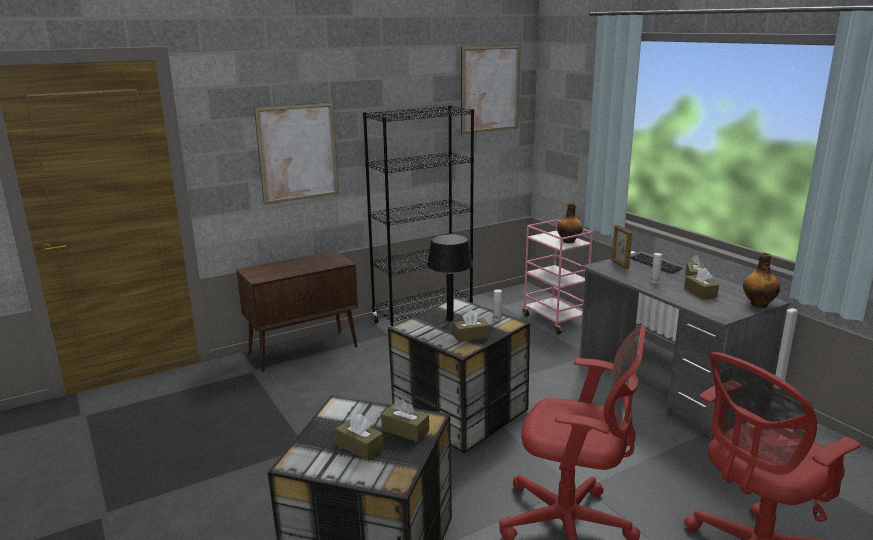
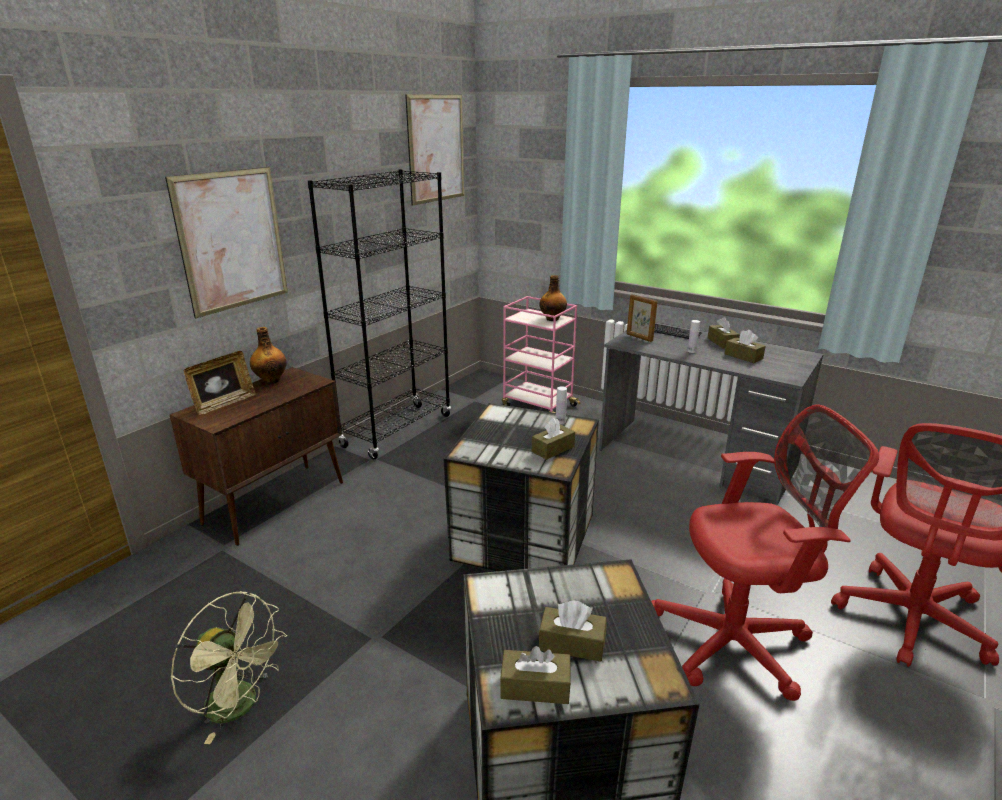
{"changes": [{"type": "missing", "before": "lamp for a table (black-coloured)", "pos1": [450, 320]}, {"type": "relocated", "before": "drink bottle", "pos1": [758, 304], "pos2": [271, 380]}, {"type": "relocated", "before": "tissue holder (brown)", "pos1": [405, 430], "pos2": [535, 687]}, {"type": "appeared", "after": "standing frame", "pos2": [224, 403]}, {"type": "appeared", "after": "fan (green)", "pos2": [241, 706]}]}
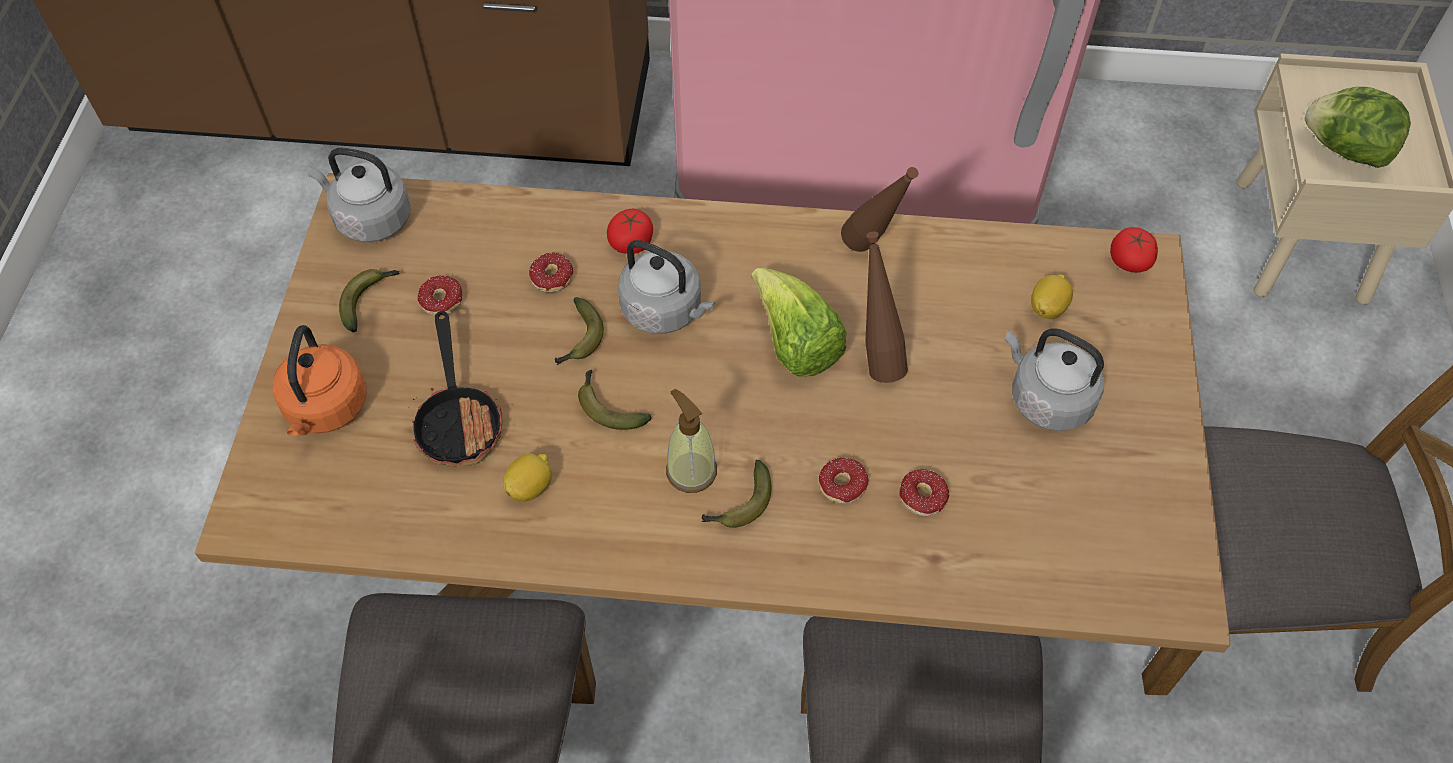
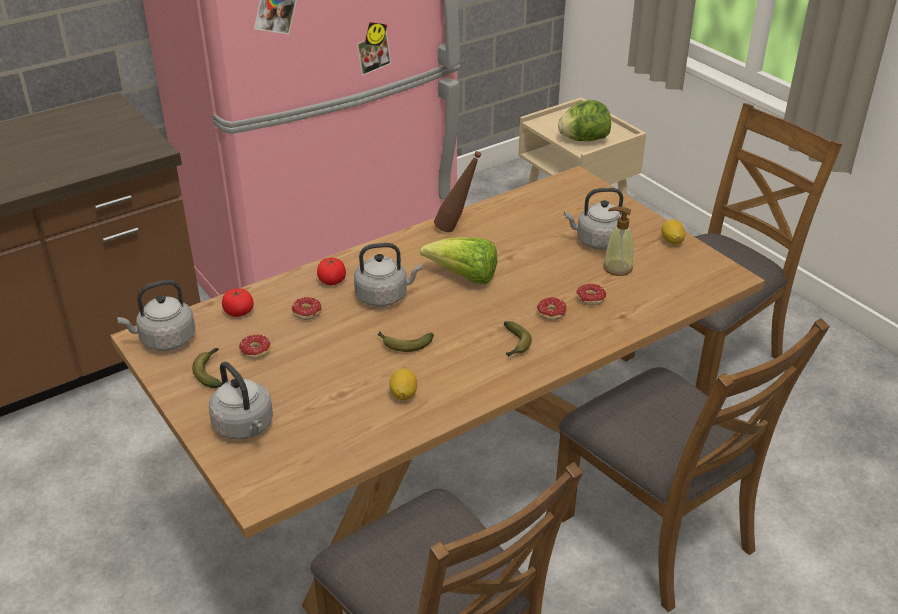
{"changes": [{"type": "relocated", "before": "fresh tomato", "pos1": [1129, 261], "pos2": [238, 311]}, {"type": "missing", "before": "drink bottle (brown)", "pos1": [876, 357]}, {"type": "relocated", "before": "lemon", "pos1": [1047, 307], "pos2": [672, 241]}, {"type": "missing", "before": "banana fruit", "pos1": [579, 340]}, {"type": "missing", "before": "frying pan", "pos1": [459, 420]}, {"type": "colour", "before": "kettle (orange-coloured)", "after": "kettle (greyish)", "pos1": [326, 409], "pos2": [245, 427]}, {"type": "relocated", "before": "soap bottle", "pos1": [691, 471], "pos2": [617, 268]}]}
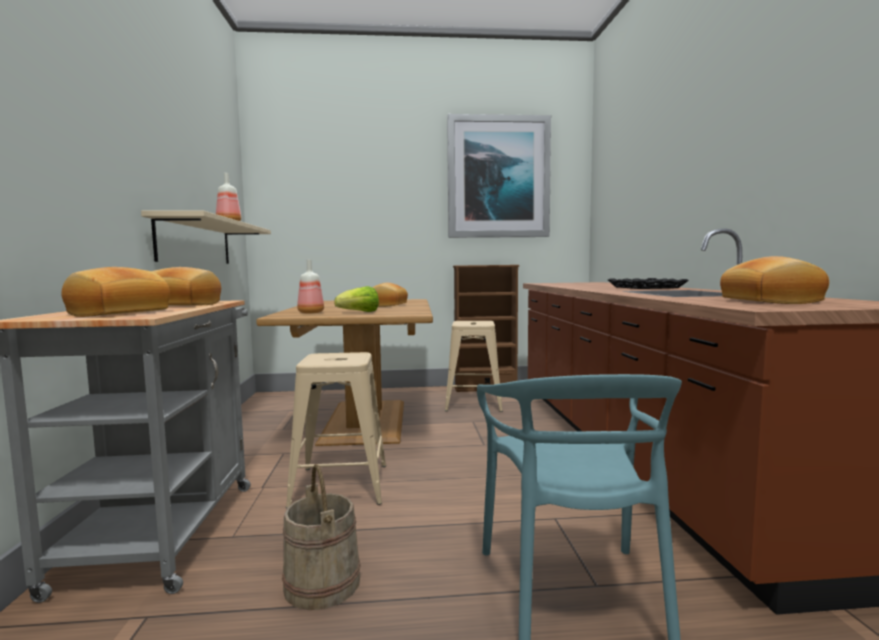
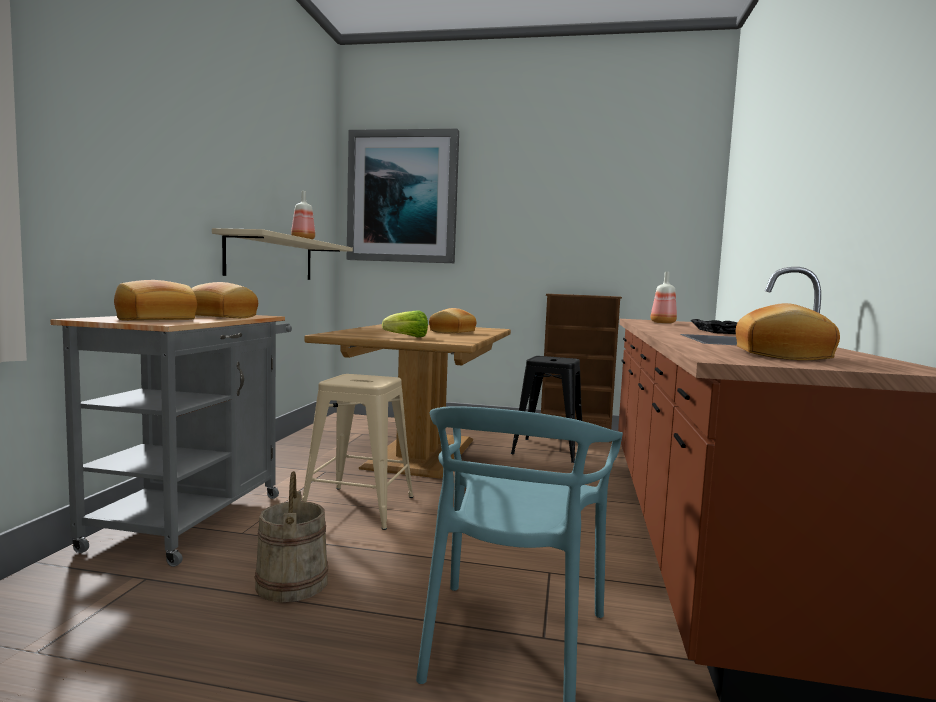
{"changes": [{"type": "relocated", "before": "picture", "pos1": [498, 178], "pos2": [403, 197]}, {"type": "relocated", "before": "drink bottle", "pos1": [311, 313], "pos2": [663, 323]}, {"type": "colour", "before": "sitting stool (beige)", "after": "sitting stool (black-coloured)", "pos1": [473, 403], "pos2": [548, 450]}]}
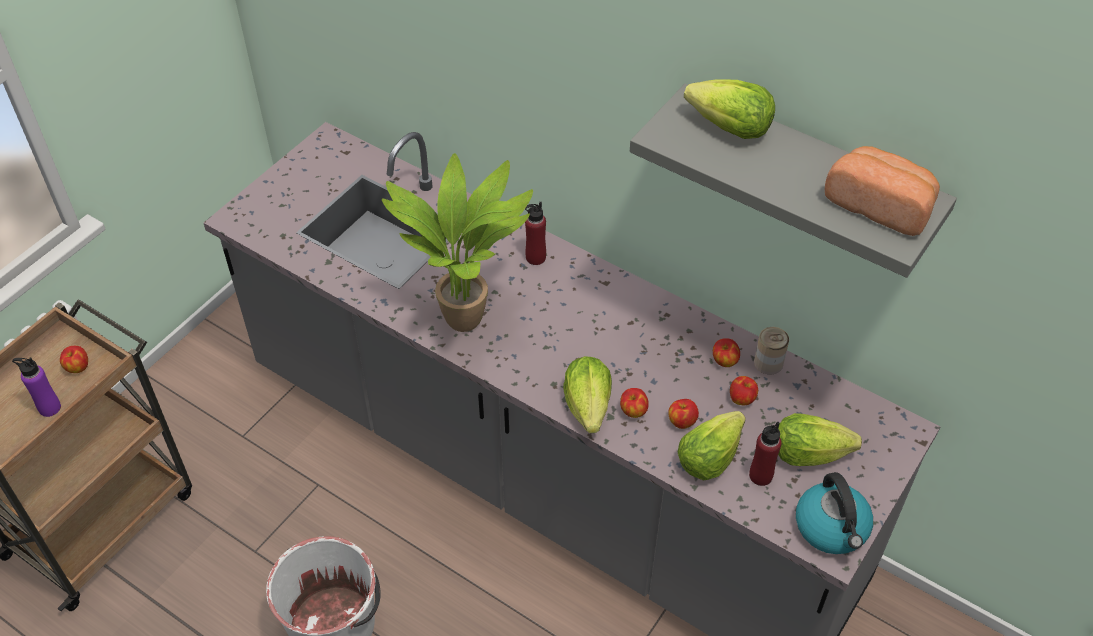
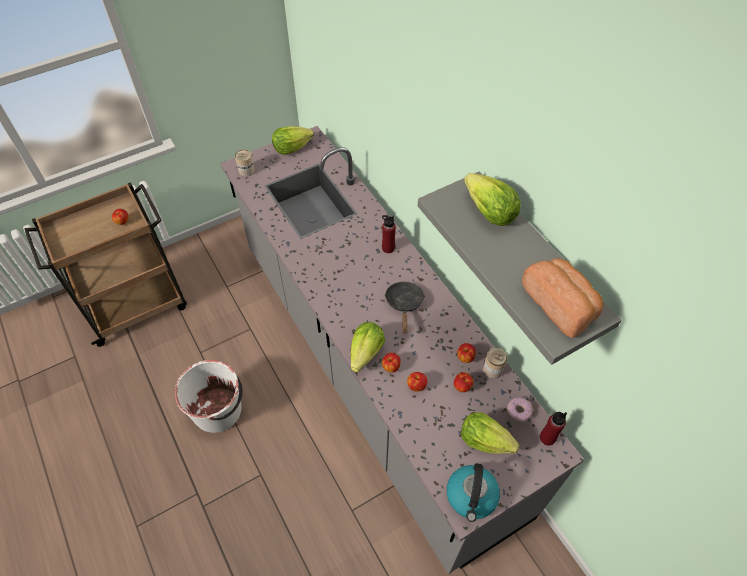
{"changes": [{"type": "missing", "before": "potted plant", "pos1": [468, 317]}, {"type": "missing", "before": "drink bottle (purple-coloured)", "pos1": [49, 408]}, {"type": "relocated", "before": "lettuce", "pos1": [708, 458], "pos2": [291, 148]}, {"type": "relocated", "before": "drink bottle (red)", "pos1": [760, 476], "pos2": [547, 438]}, {"type": "appeared", "after": "sealed can", "pos2": [246, 170]}, {"type": "appeared", "after": "frying pan (black-coloured)", "pos2": [404, 304]}, {"type": "appeared", "after": "doughnut", "pos2": [518, 411]}]}
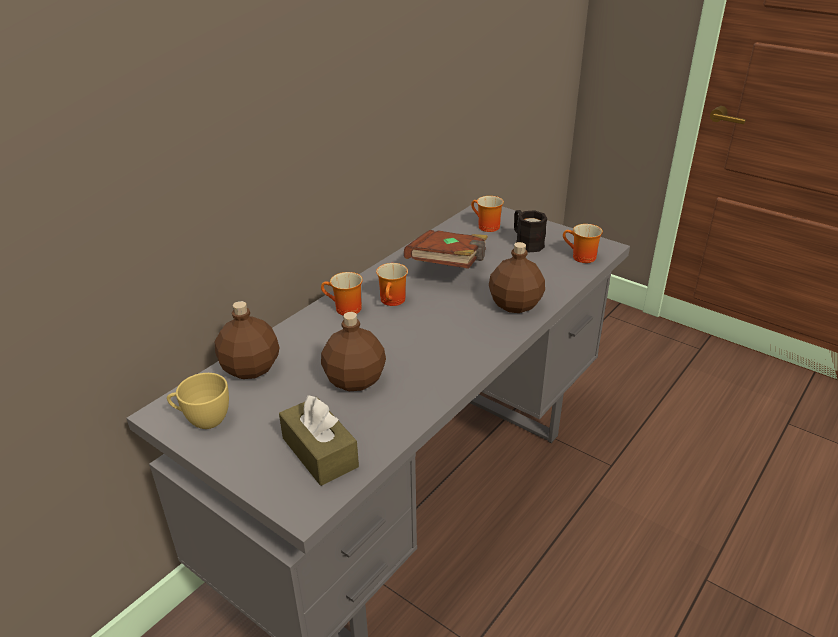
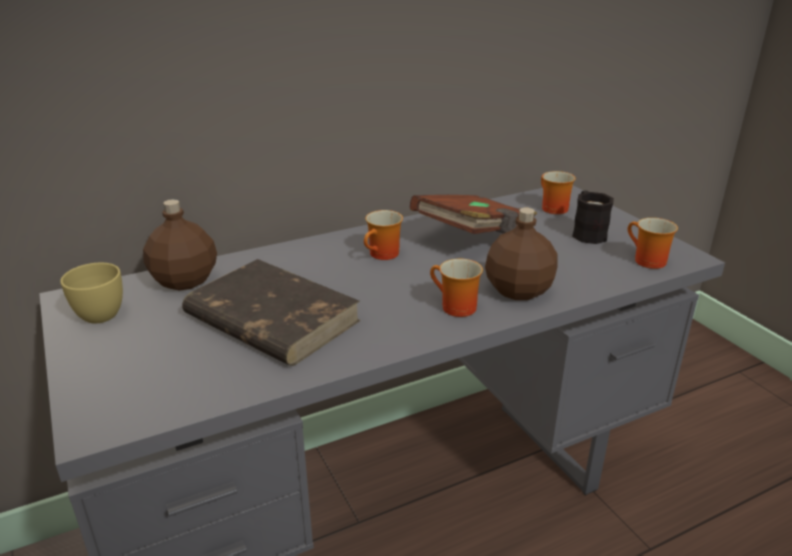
{"changes": [{"type": "relocated", "before": "coffee mug", "pos1": [344, 309], "pos2": [454, 307]}, {"type": "exchanged", "before": "drink bottle (brown)", "after": "volume (brown)", "pos1": [354, 379], "pos2": [270, 318]}, {"type": "missing", "before": "tissue holder (brown)", "pos1": [320, 452]}]}
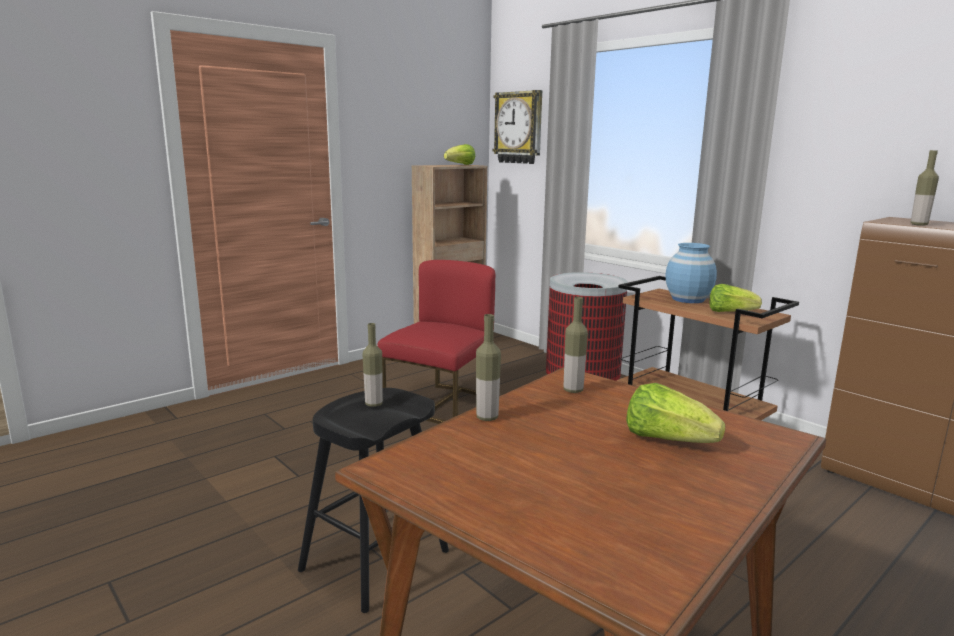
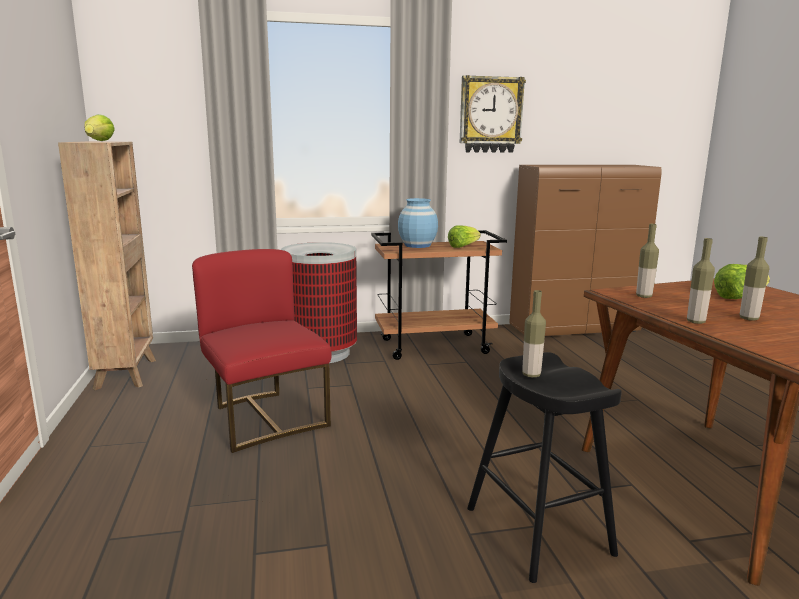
{"changes": [{"type": "relocated", "before": "clock on the wall", "pos1": [519, 127], "pos2": [490, 115]}, {"type": "relocated", "before": "drink bottle", "pos1": [919, 224], "pos2": [748, 318]}]}
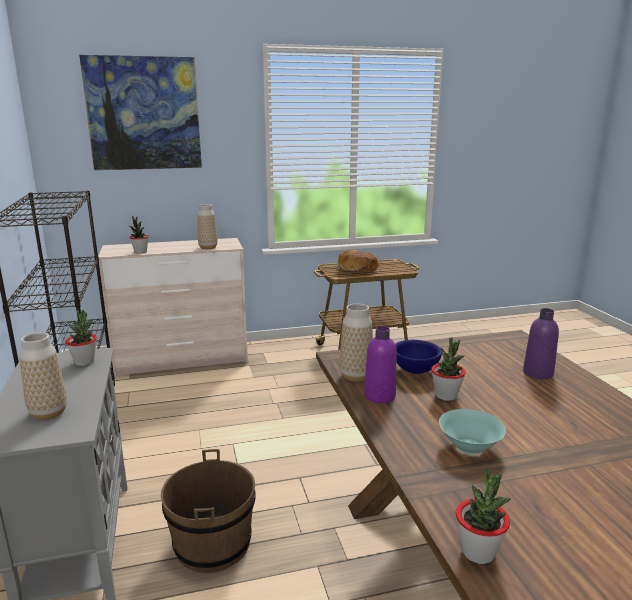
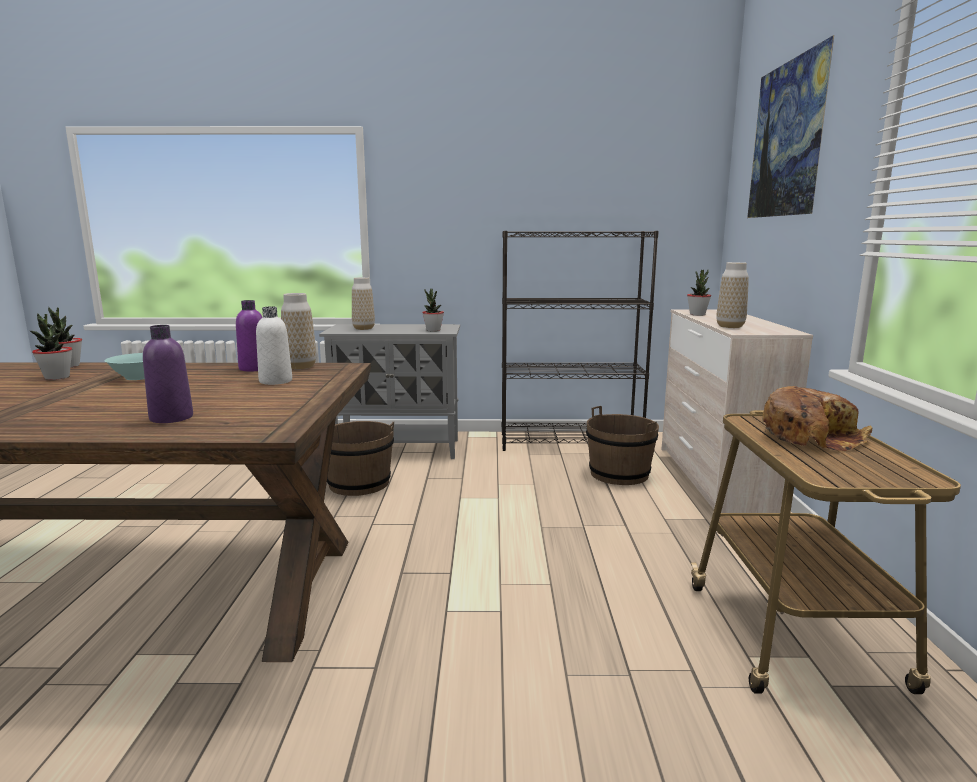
{"changes": [{"type": "relocated", "before": "potted plant", "pos1": [446, 396], "pos2": [57, 377]}, {"type": "exchanged", "before": "bowl (blue)", "after": "drink bottle (white)", "pos1": [416, 370], "pos2": [275, 381]}, {"type": "appeared", "after": "bucket (brown)", "pos2": [619, 474]}]}
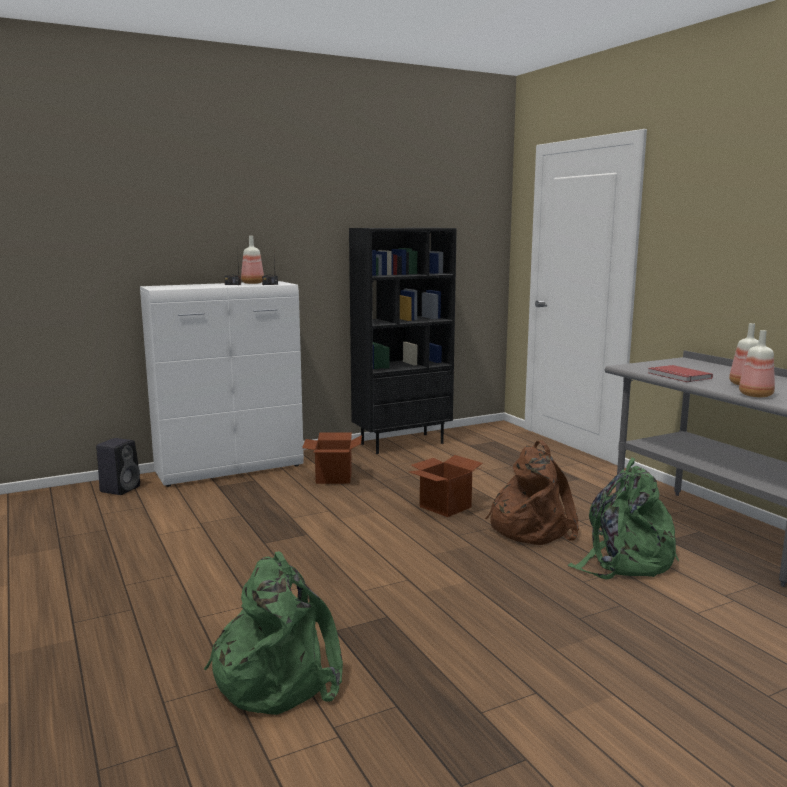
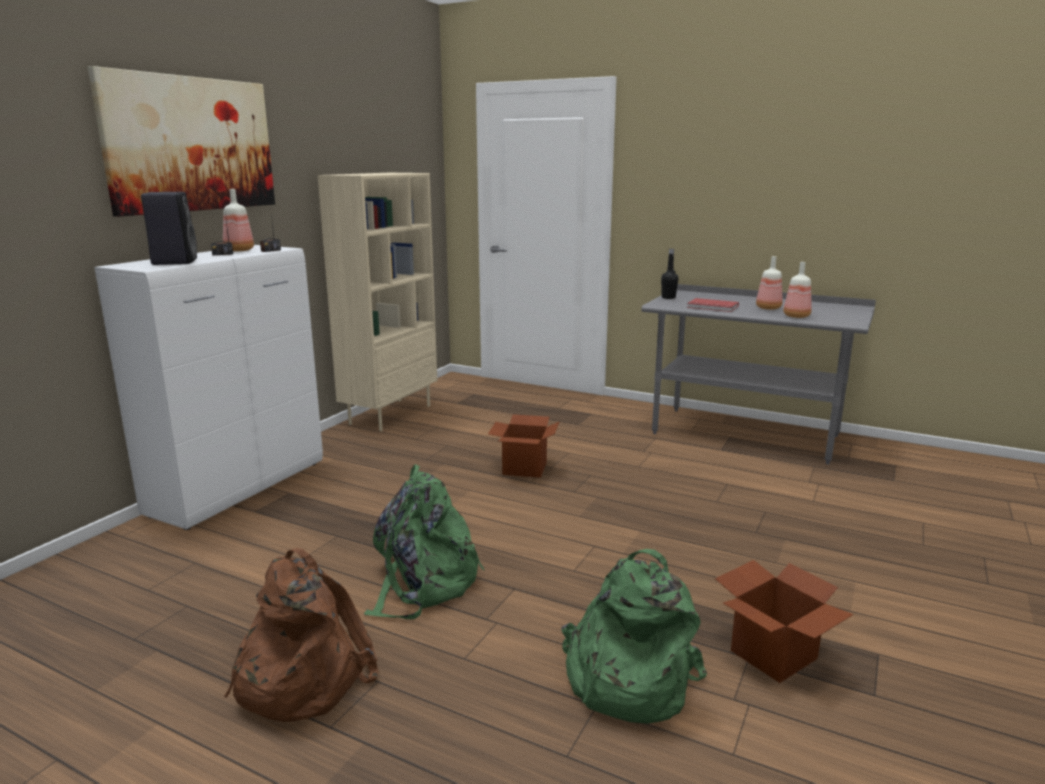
{"changes": [{"type": "colour", "before": "shelving unit (black-coloured)", "after": "shelving unit (beige)", "pos1": [402, 443], "pos2": [390, 414]}, {"type": "relocated", "before": "packing box", "pos1": [334, 478], "pos2": [773, 654]}, {"type": "relocated", "before": "audio speaker (black-coloured)", "pos1": [120, 488], "pos2": [174, 262]}, {"type": "relocated", "before": "knapsack (brown)", "pos1": [530, 528], "pos2": [300, 677]}, {"type": "relocated", "before": "knapsack (green)", "pos1": [624, 560], "pos2": [423, 583]}, {"type": "appeared", "after": "picture", "pos2": [191, 144]}, {"type": "appeared", "after": "drink bottle (black-coloured)", "pos2": [668, 297]}]}
